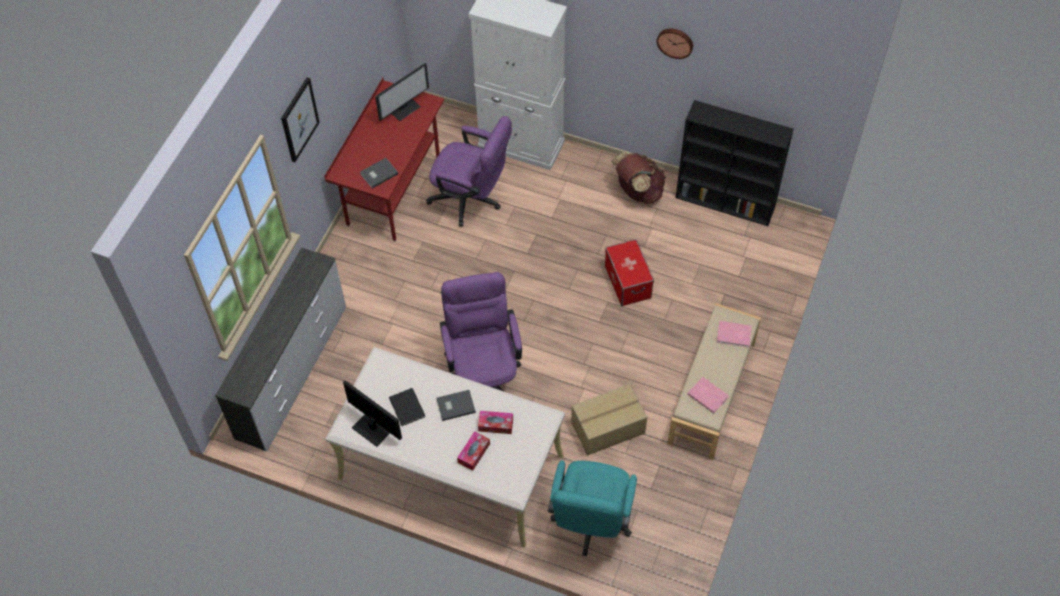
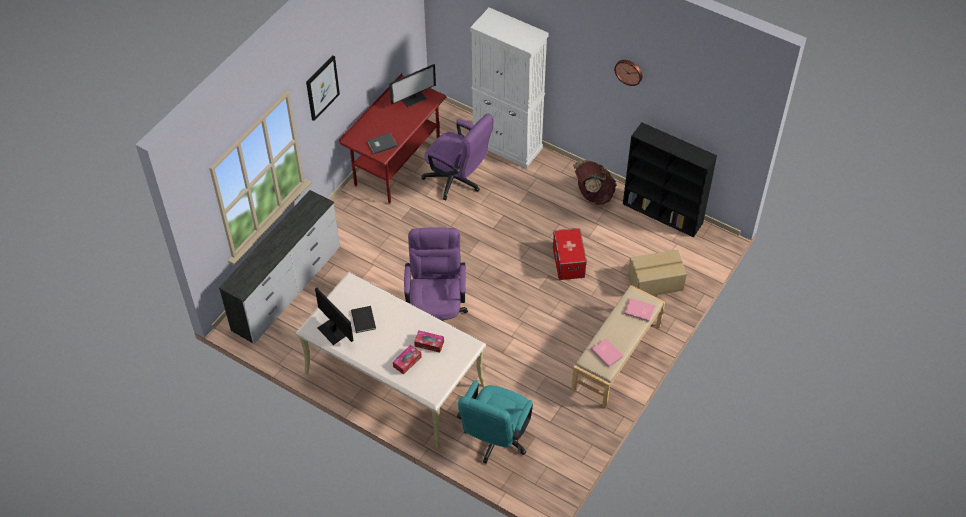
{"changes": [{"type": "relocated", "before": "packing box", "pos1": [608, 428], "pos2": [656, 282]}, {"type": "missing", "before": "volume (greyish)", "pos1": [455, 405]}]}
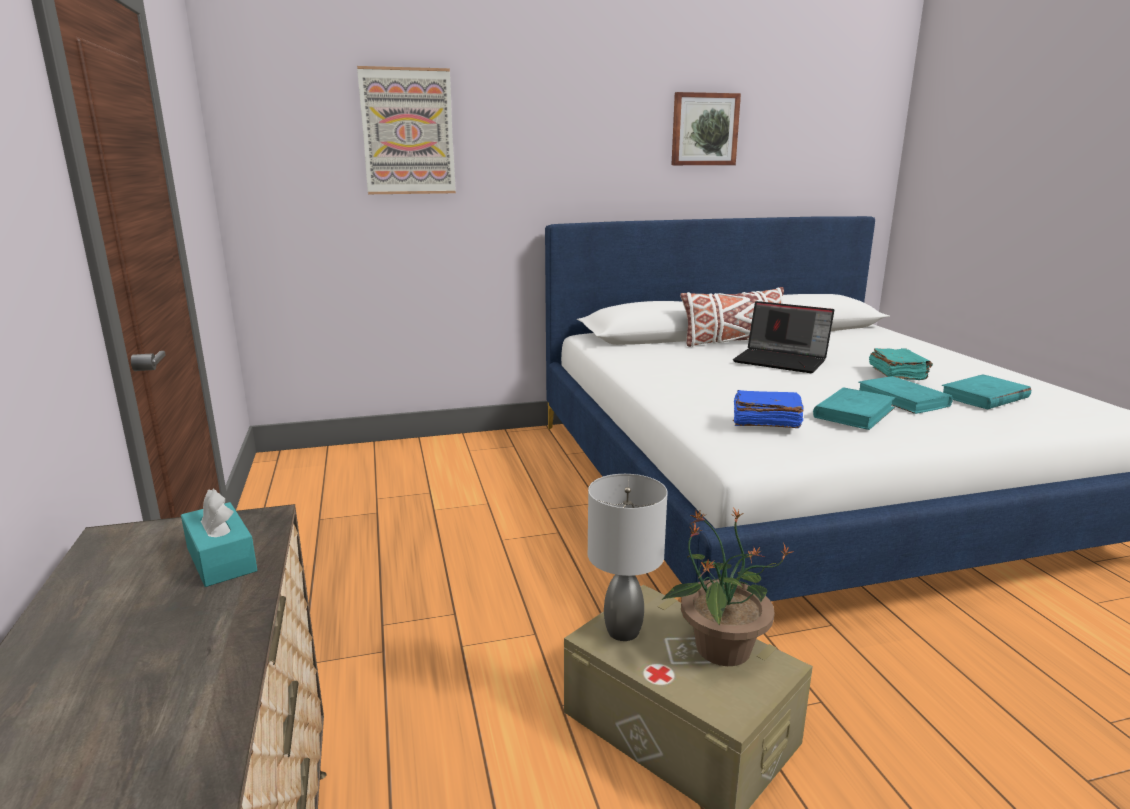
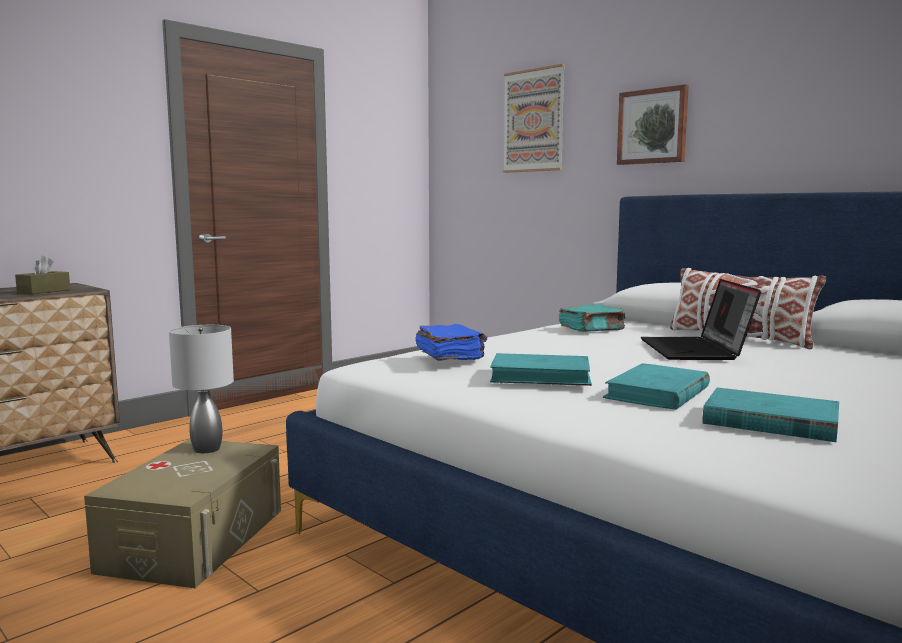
{"changes": [{"type": "relocated", "before": "picture", "pos1": [704, 129], "pos2": [653, 126]}, {"type": "relocated", "before": "volume (turquoise)", "pos1": [897, 374], "pos2": [592, 329]}, {"type": "colour", "before": "tissue holder (turquoise)", "after": "tissue holder (brown)", "pos1": [221, 559], "pos2": [44, 291]}, {"type": "missing", "before": "potted plant", "pos1": [721, 648]}]}
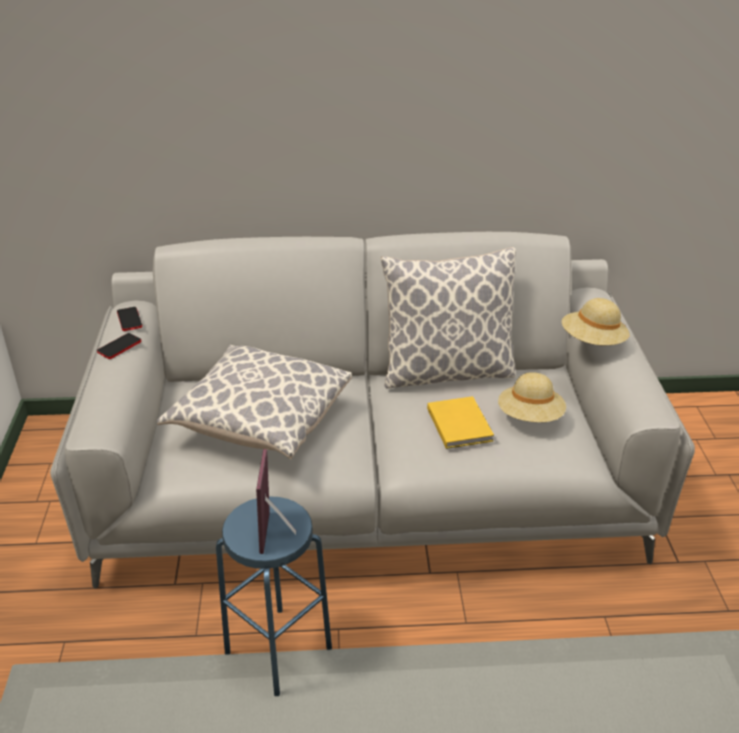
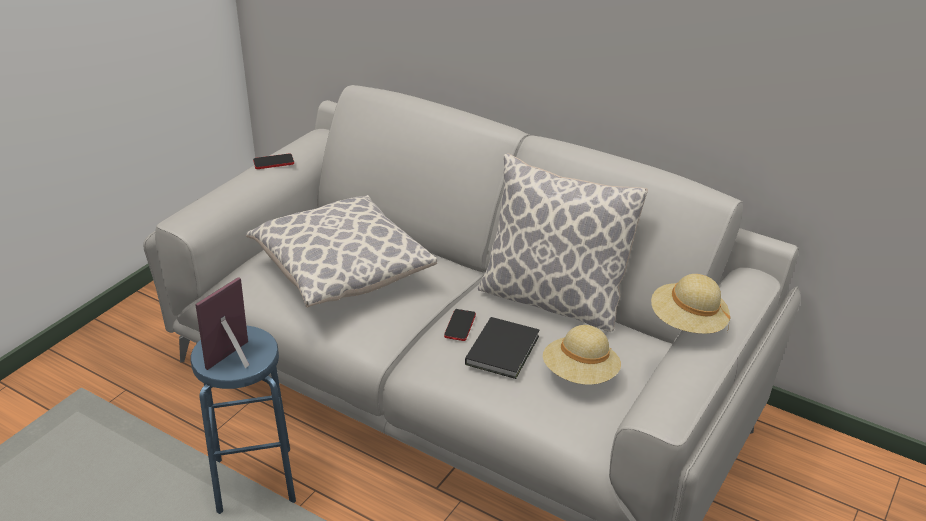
{"changes": [{"type": "relocated", "before": "handset", "pos1": [129, 319], "pos2": [460, 326]}, {"type": "colour", "before": "volume (yellow-coloured)", "after": "volume (black-coloured)", "pos1": [460, 423], "pos2": [504, 349]}]}
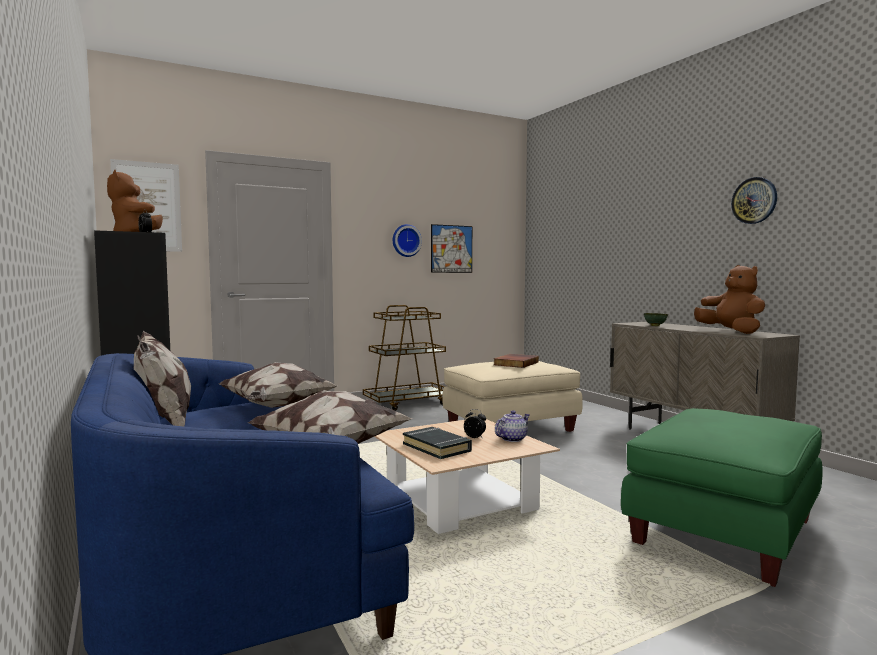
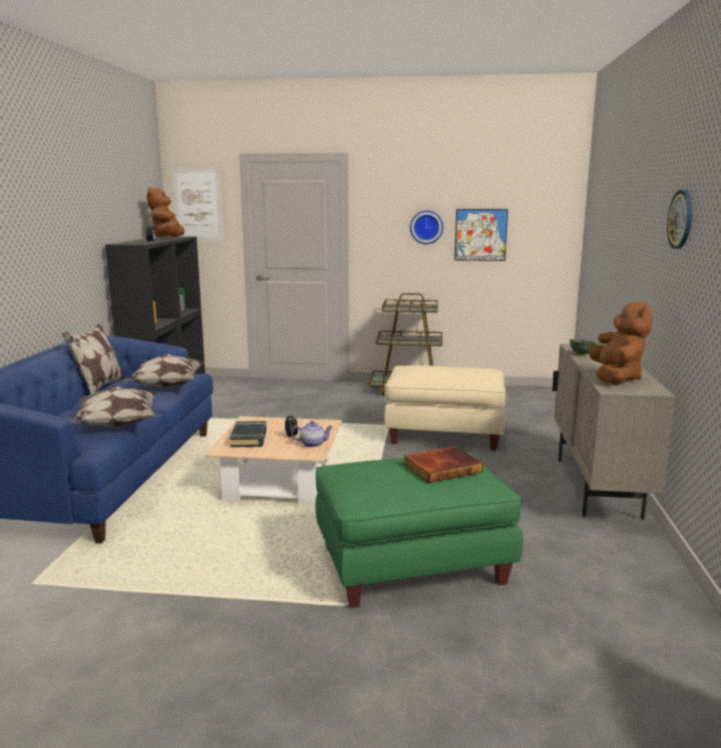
{"changes": [{"type": "relocated", "before": "volume", "pos1": [515, 363], "pos2": [442, 467]}]}
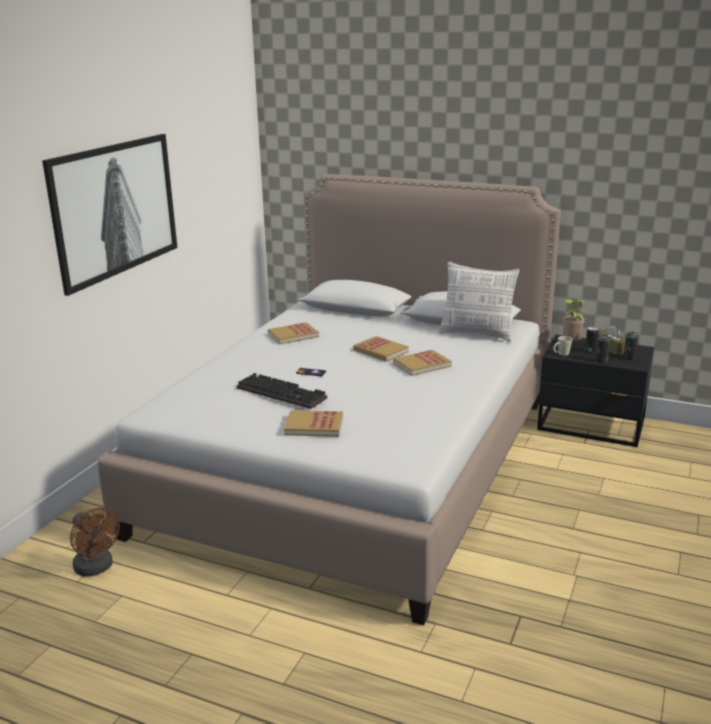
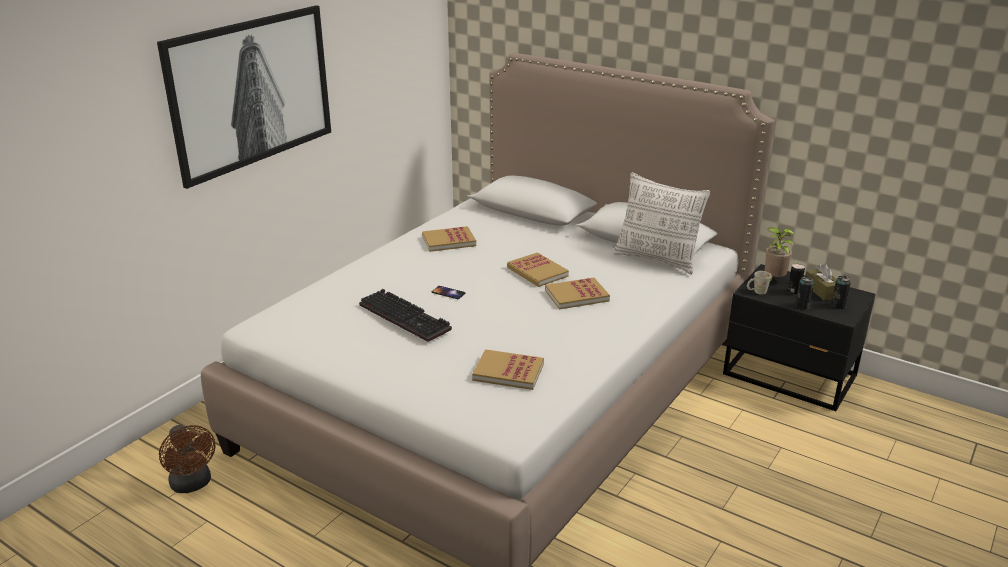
{"changes": [{"type": "relocated", "before": "volume", "pos1": [314, 426], "pos2": [508, 372]}]}
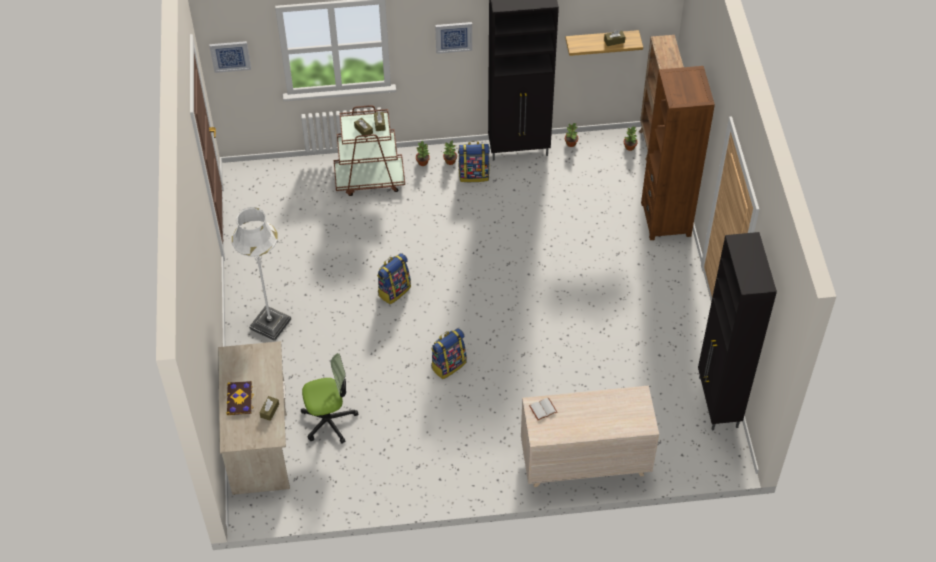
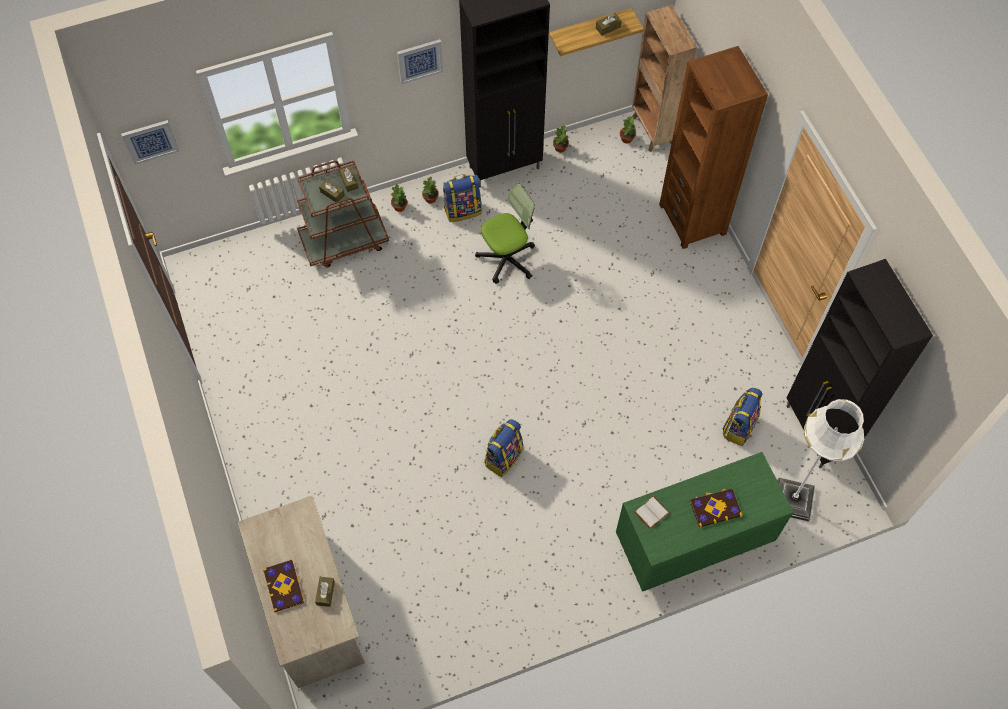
{"changes": [{"type": "relocated", "before": "standard lamp (white)", "pos1": [270, 324], "pos2": [793, 500]}, {"type": "relocated", "before": "knapsack", "pos1": [394, 290], "pos2": [739, 426]}, {"type": "relocated", "before": "computer chair", "pos1": [329, 420], "pos2": [507, 259]}, {"type": "colour", "before": "dresser (beige)", "after": "dresser (green)", "pos1": [584, 462], "pos2": [692, 542]}, {"type": "appeared", "after": "volume", "pos2": [715, 508]}]}
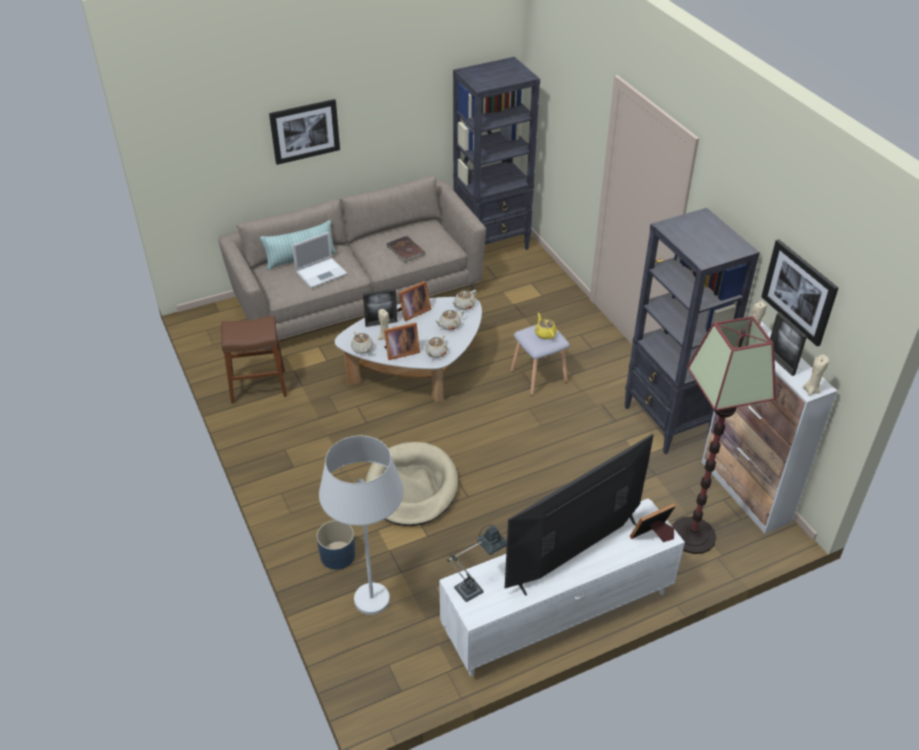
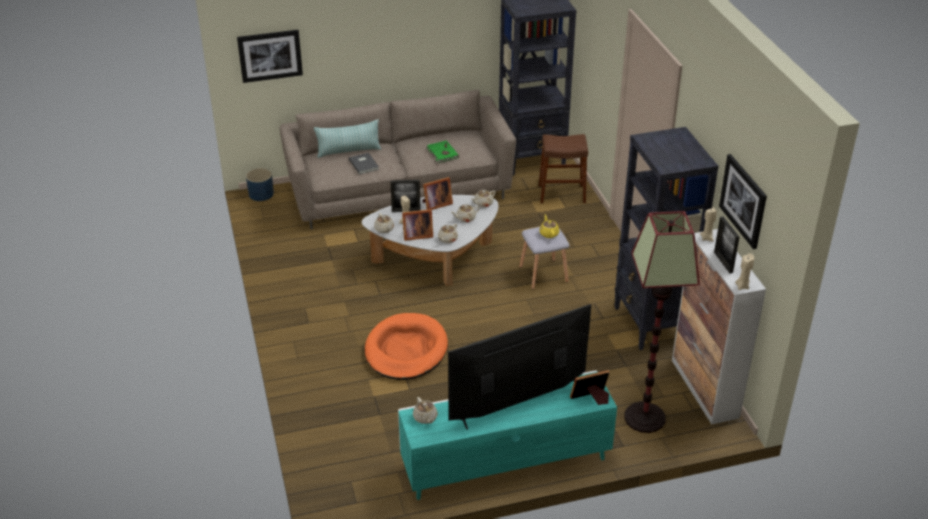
{"changes": [{"type": "relocated", "before": "picture", "pos1": [305, 131], "pos2": [270, 55]}, {"type": "exchanged", "before": "laptop", "after": "volume (greyish)", "pos1": [322, 272], "pos2": [364, 164]}, {"type": "colour", "before": "volume (brown)", "after": "volume (green)", "pos1": [405, 251], "pos2": [442, 153]}, {"type": "relocated", "before": "sitting stool (brown)", "pos1": [258, 386], "pos2": [561, 194]}, {"type": "missing", "before": "standard lamp (white)", "pos1": [373, 616]}, {"type": "colour", "before": "dog cushion (beige)", "after": "dog cushion (orange-coloured)", "pos1": [412, 487], "pos2": [406, 350]}, {"type": "colour", "before": "tv stand (white)", "after": "tv stand (turquoise)", "pos1": [557, 613], "pos2": [505, 462]}, {"type": "relocated", "before": "flower pot (blue)", "pos1": [338, 555], "pos2": [261, 194]}, {"type": "exchanged", "before": "lamp for a table", "after": "pot for tea (beige)", "pos1": [474, 587], "pos2": [425, 418]}]}
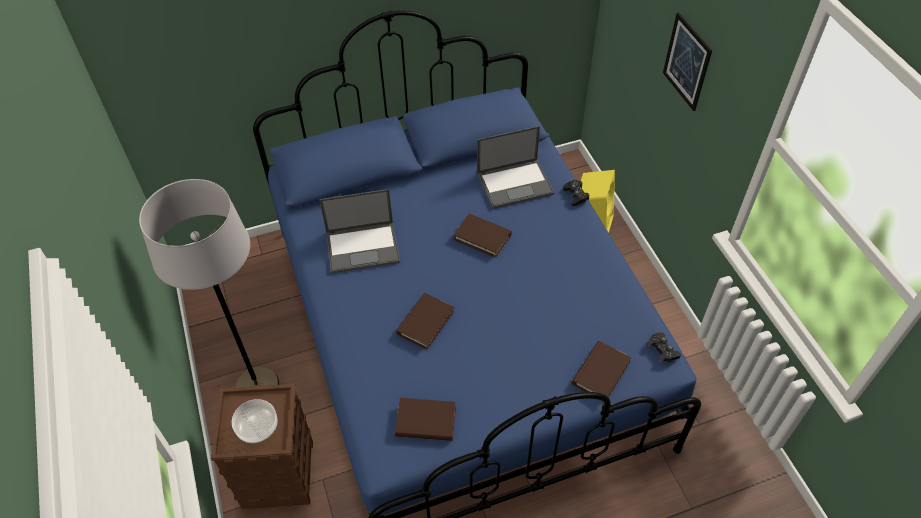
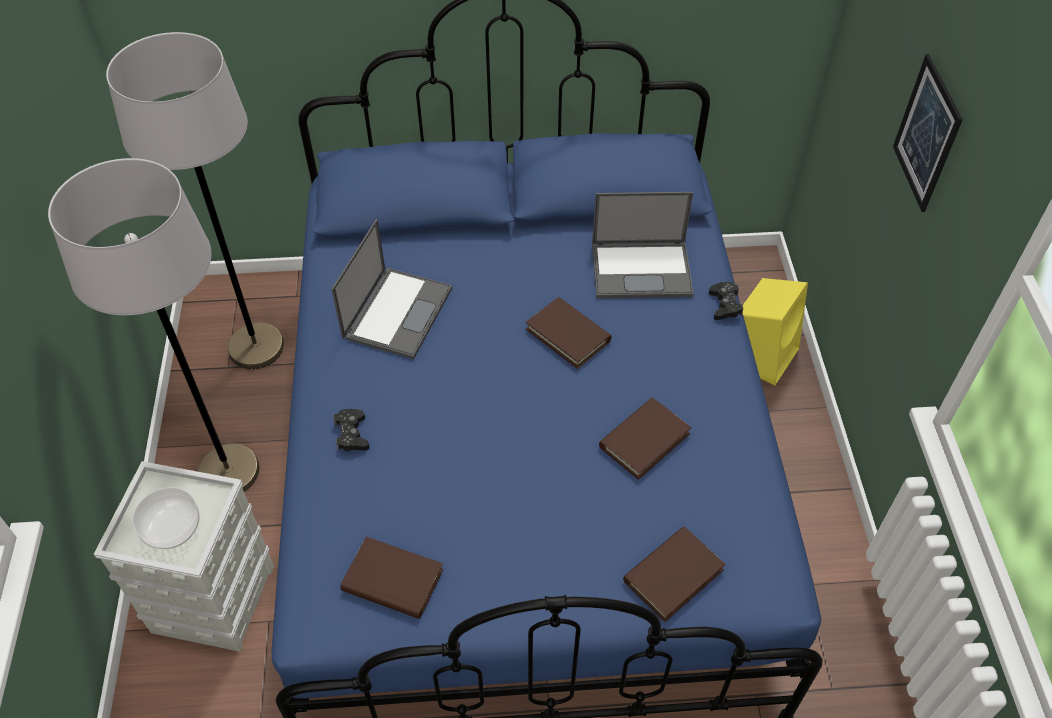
{"changes": [{"type": "spun", "before": "laptop", "pos1": [363, 247], "pos2": [398, 311], "turn": -75}, {"type": "relocated", "before": "volume (brown)", "pos1": [425, 322], "pos2": [644, 440]}, {"type": "relocated", "before": "joypad (black-coloured)", "pos1": [662, 350], "pos2": [352, 434]}, {"type": "colour", "before": "storage box (brown)", "after": "storage box (greyish)", "pos1": [277, 474], "pos2": [213, 597]}, {"type": "appeared", "after": "standard lamp (greyish)", "pos2": [256, 347]}]}
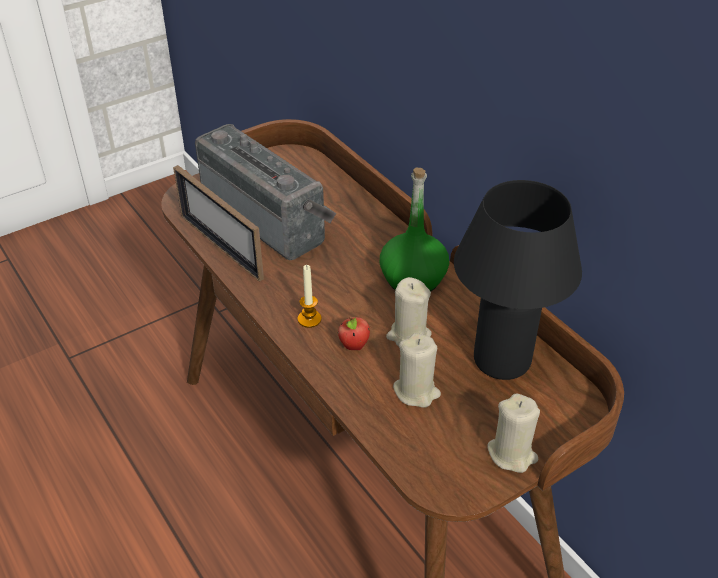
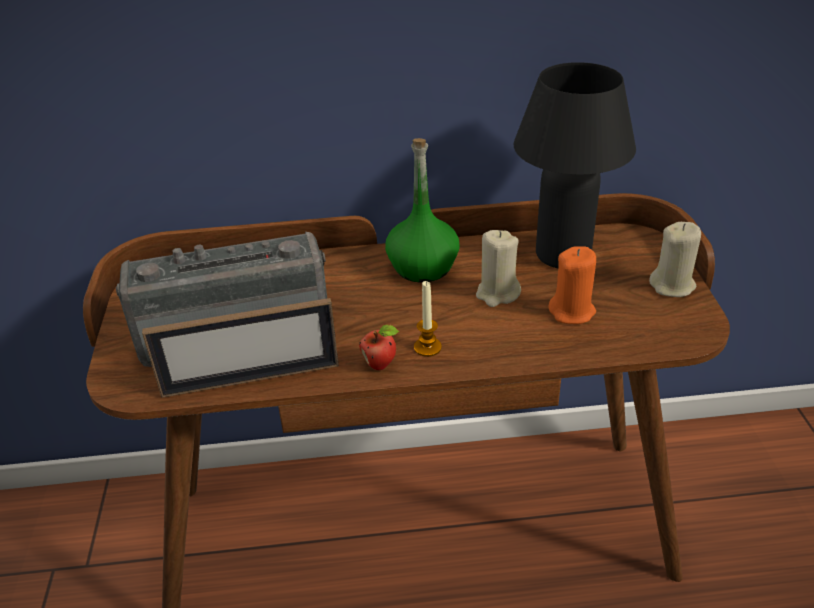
{"changes": [{"type": "relocated", "before": "apple", "pos1": [354, 347], "pos2": [381, 365]}, {"type": "colour", "before": "candle (beige)", "after": "candle (orange-coloured)", "pos1": [416, 391], "pos2": [572, 312]}]}
